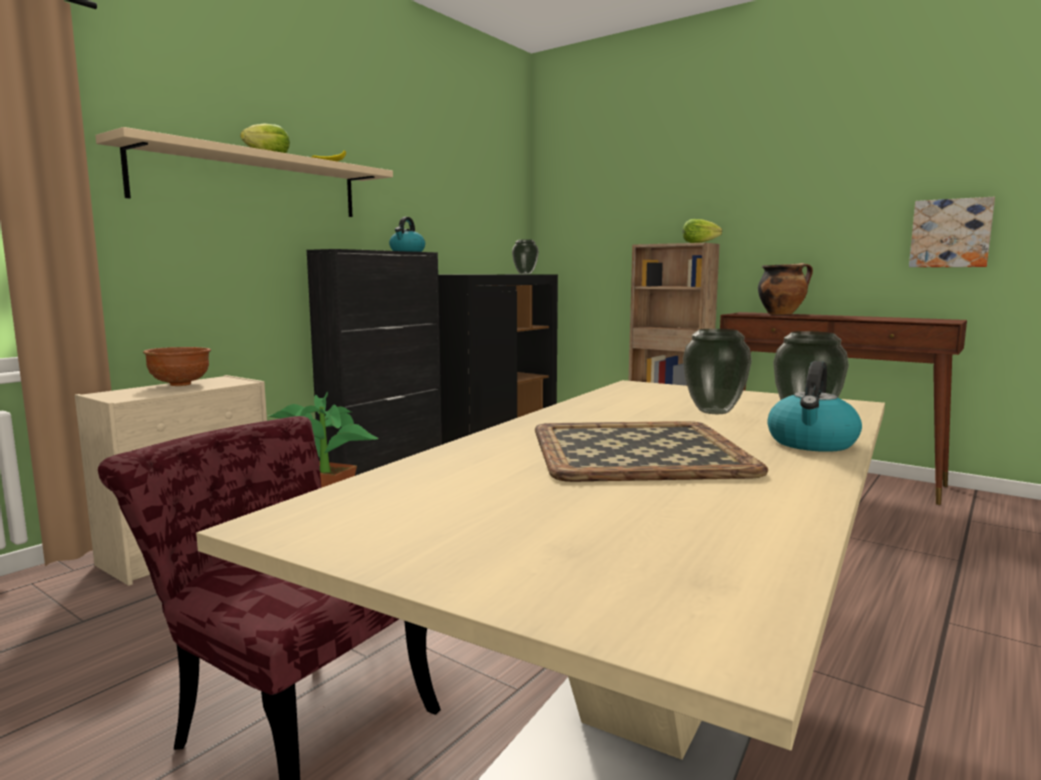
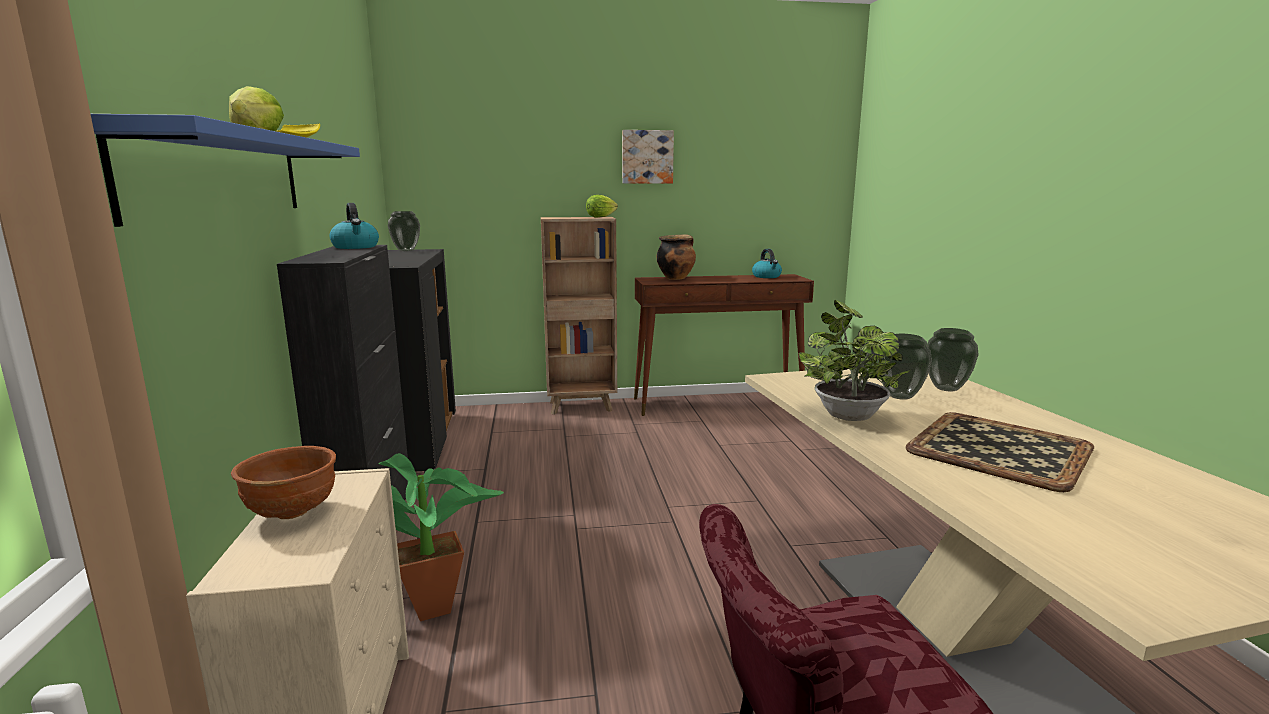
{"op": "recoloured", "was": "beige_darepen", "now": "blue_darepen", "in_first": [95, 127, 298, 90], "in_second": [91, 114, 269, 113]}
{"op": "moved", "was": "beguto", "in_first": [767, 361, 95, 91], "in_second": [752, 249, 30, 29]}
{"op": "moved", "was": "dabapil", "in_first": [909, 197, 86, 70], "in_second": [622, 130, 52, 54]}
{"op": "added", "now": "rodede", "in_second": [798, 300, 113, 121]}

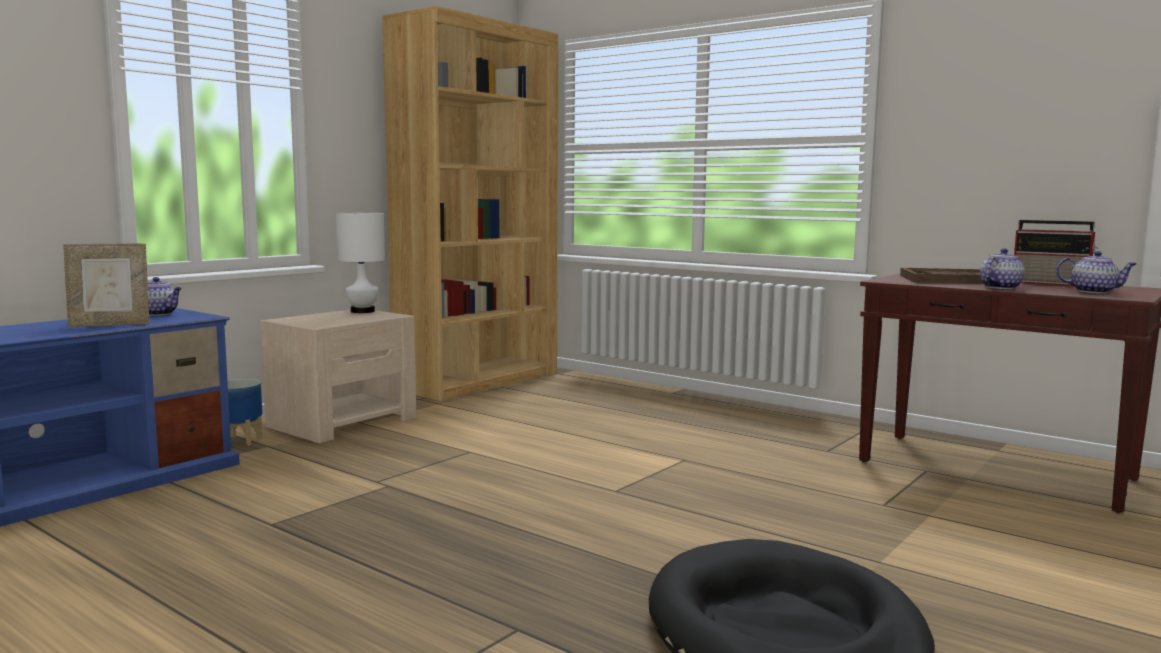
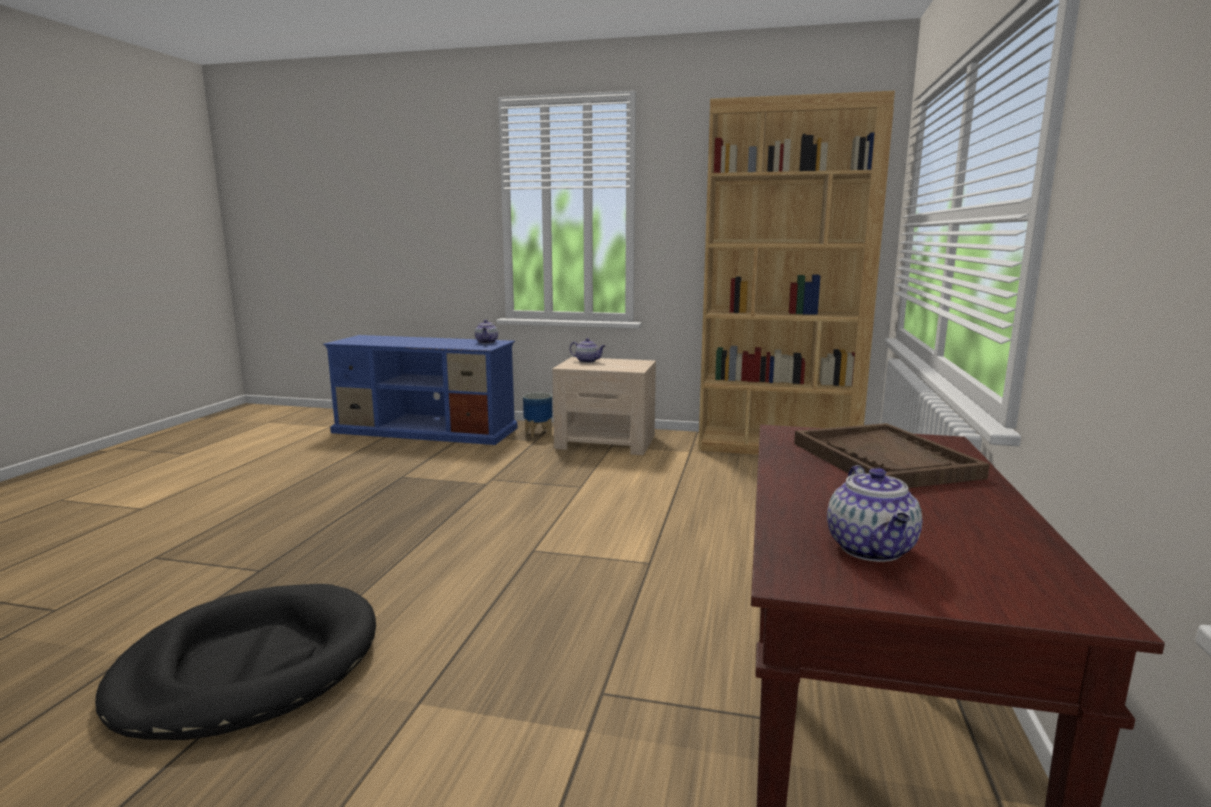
{"op": "removed", "was": "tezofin", "in_first": [63, 243, 87, 84]}
{"op": "removed", "was": "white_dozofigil", "in_first": [336, 213, 49, 100]}
{"op": "moved", "was": "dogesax", "in_first": [980, 248, 45, 41], "in_second": [570, 338, 35, 25]}
{"op": "removed", "was": "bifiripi", "in_first": [1014, 220, 84, 66]}

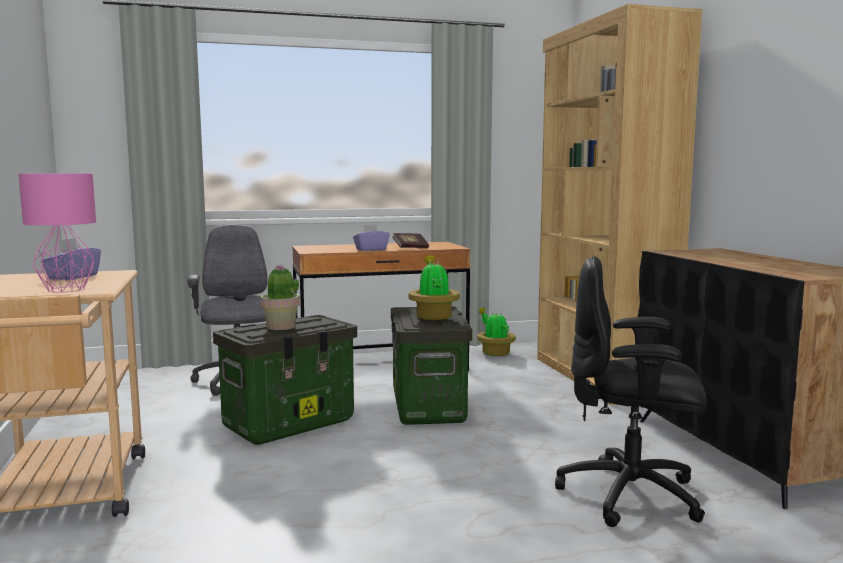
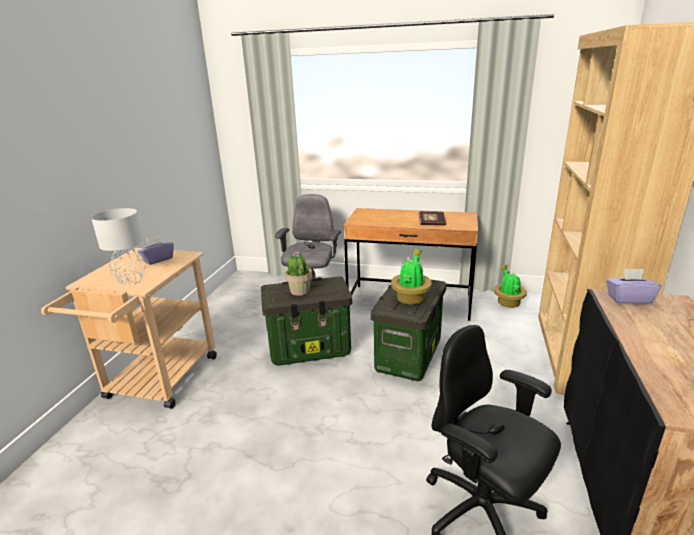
{"op": "recoloured", "was": "pink_dozofigil", "now": "grey_dozofigil", "in_first": [18, 174, 78, 118], "in_second": [91, 208, 55, 77]}
{"op": "moved", "was": "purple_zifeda", "in_first": [353, 224, 37, 27], "in_second": [606, 268, 56, 36]}

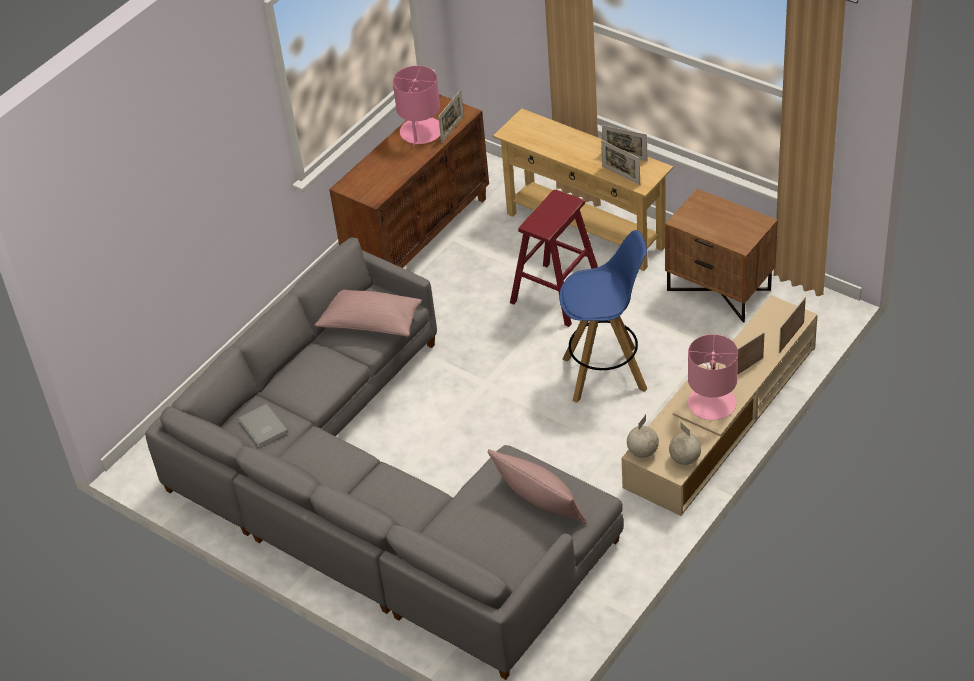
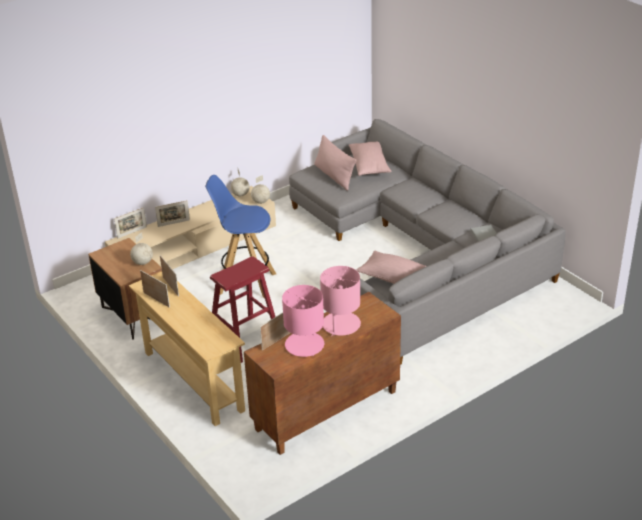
{"op": "moved", "was": "pink_dozofigil", "in_first": [688, 334, 50, 86], "in_second": [320, 266, 41, 71]}
{"op": "added", "now": "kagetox", "in_second": [130, 232, 23, 33]}
{"op": "added", "now": "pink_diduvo", "in_second": [349, 142, 42, 34]}

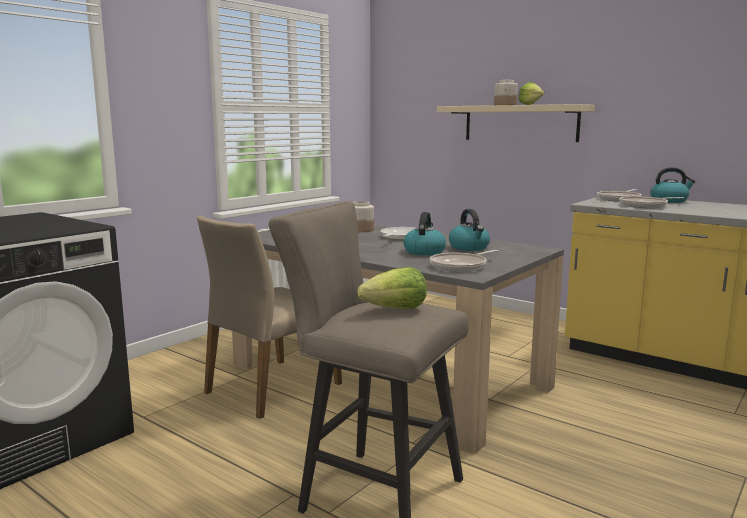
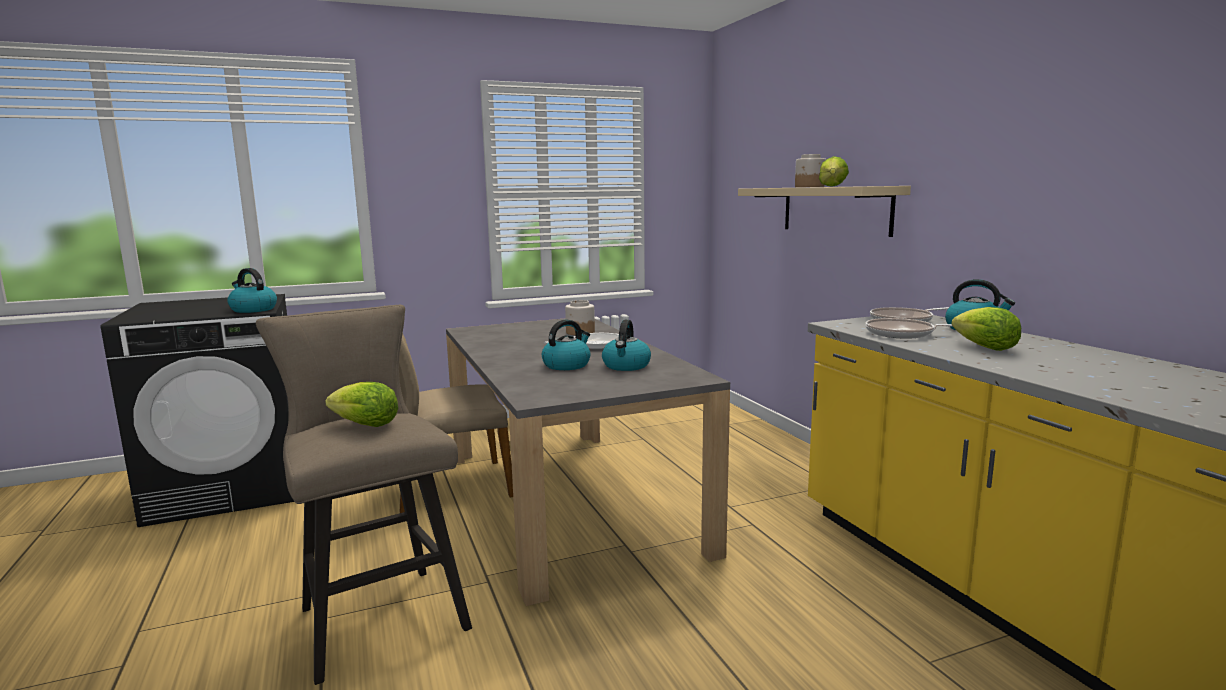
{"op": "removed", "was": "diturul", "in_first": [430, 250, 68, 22]}
{"op": "added", "now": "beguto", "in_second": [227, 268, 50, 45]}
{"op": "added", "now": "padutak", "in_second": [952, 307, 69, 44]}

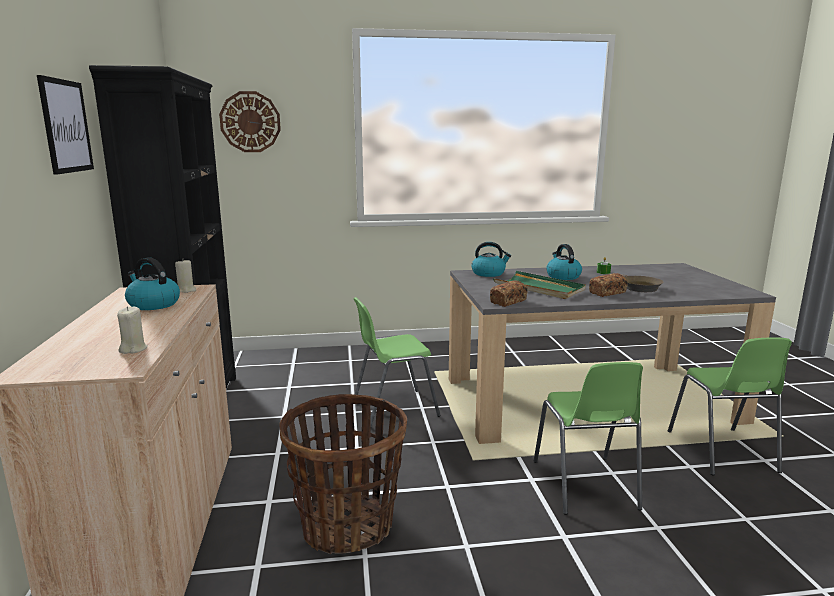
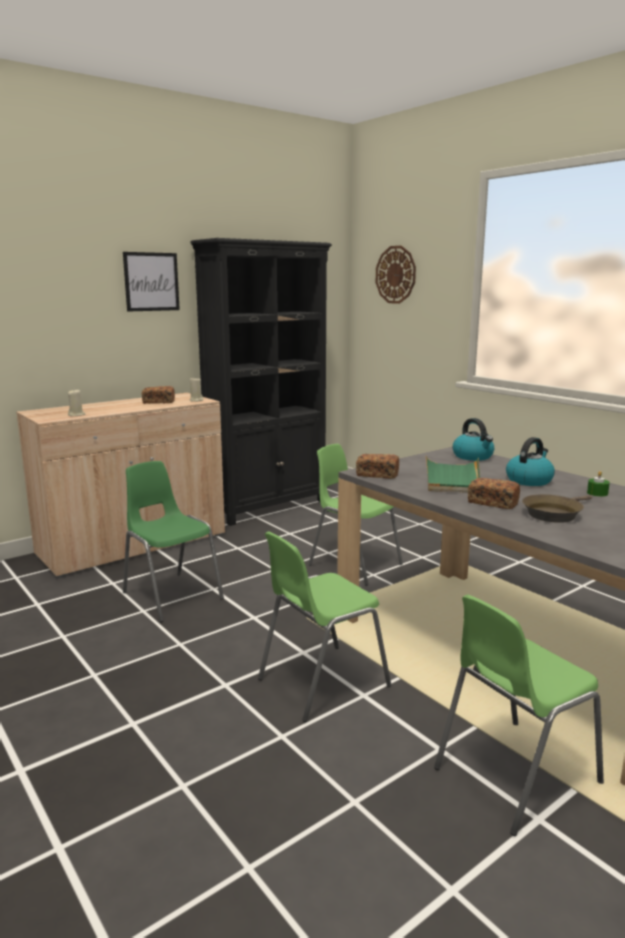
{"op": "replaced", "was": "beguto", "now": "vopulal", "in_first": [125, 258, 55, 52], "in_second": [142, 386, 33, 18]}
{"op": "replaced", "was": "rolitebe", "now": "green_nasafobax", "in_first": [279, 394, 128, 160], "in_second": [123, 461, 101, 161]}

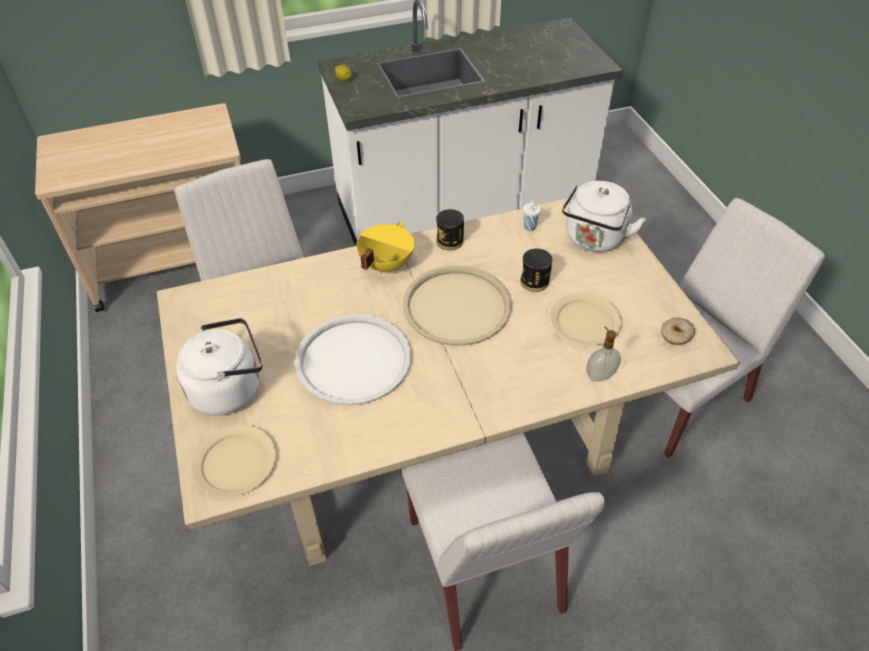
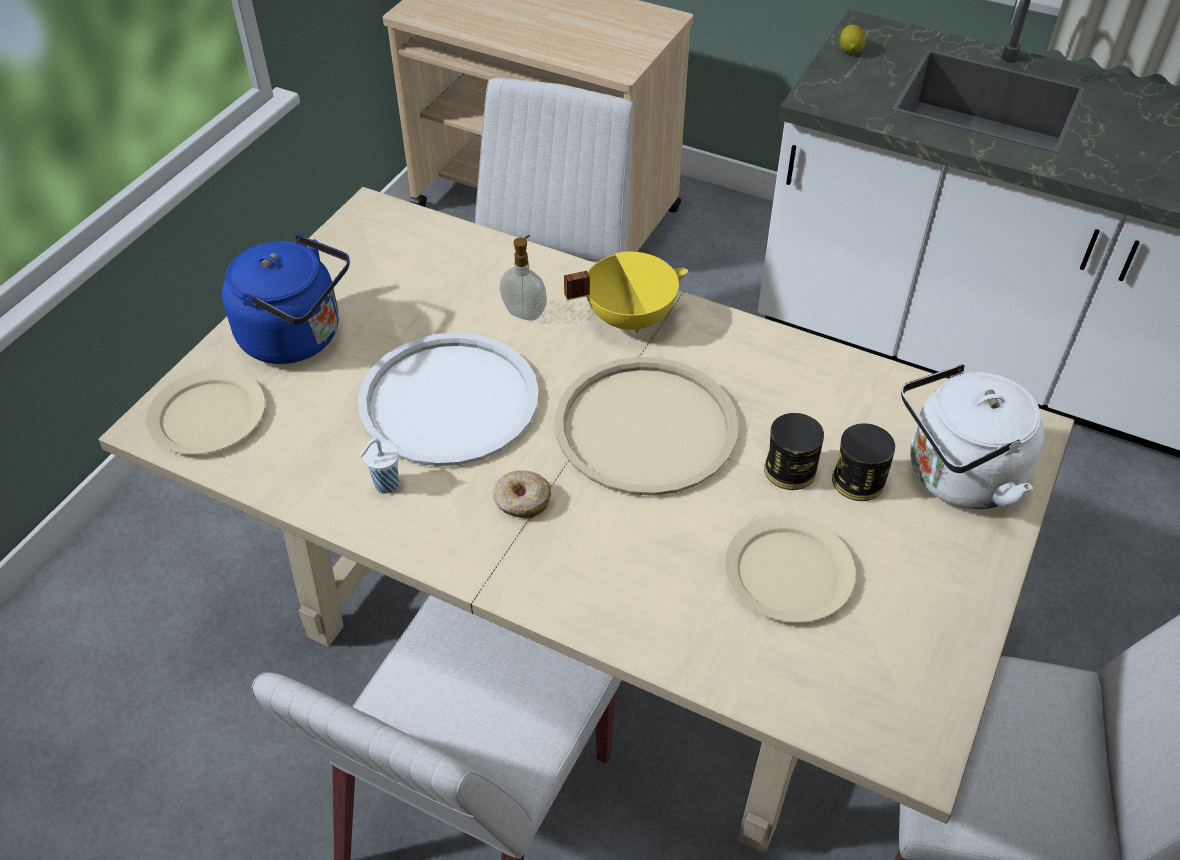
{"op": "recoloured", "was": "white_beguto", "now": "blue_beguto", "in_first": [176, 318, 87, 98], "in_second": [222, 234, 128, 130]}
{"op": "moved", "was": "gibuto", "in_first": [436, 209, 28, 41], "in_second": [832, 423, 63, 78]}
{"op": "moved", "was": "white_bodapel", "in_first": [523, 199, 18, 32], "in_second": [360, 438, 39, 56]}
{"op": "moved", "was": "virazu", "in_first": [586, 326, 35, 56], "in_second": [500, 235, 47, 86]}
{"op": "moved", "was": "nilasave", "in_first": [661, 317, 34, 28], "in_second": [493, 471, 58, 48]}

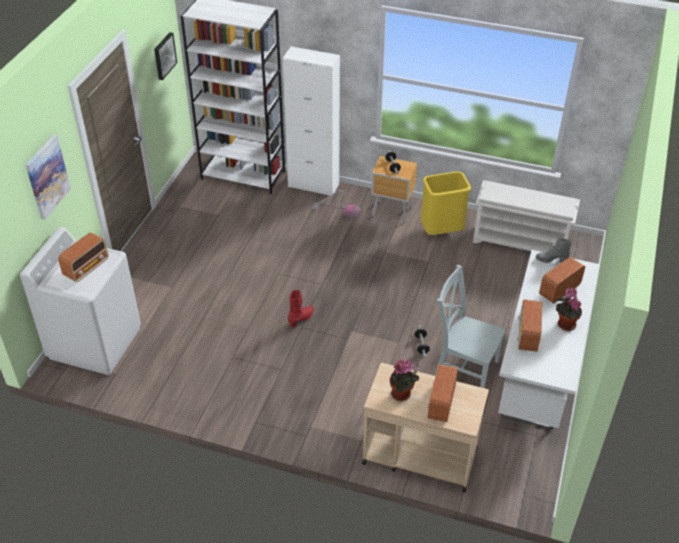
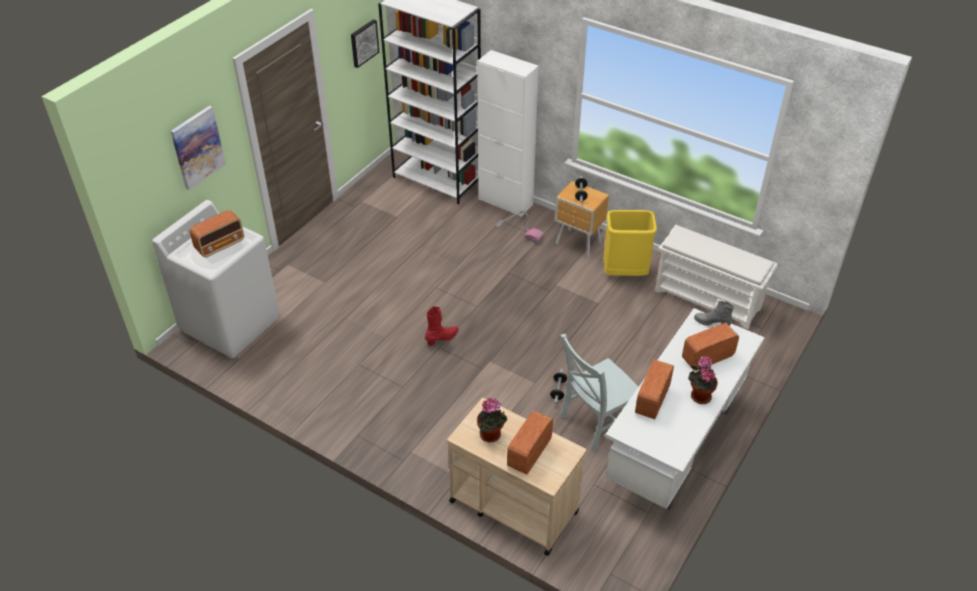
{"op": "turned", "was": "grey_nasafobax", "in_first": [434, 265, 72, 123], "in_second": [560, 334, 79, 118], "clockwise": -75}

